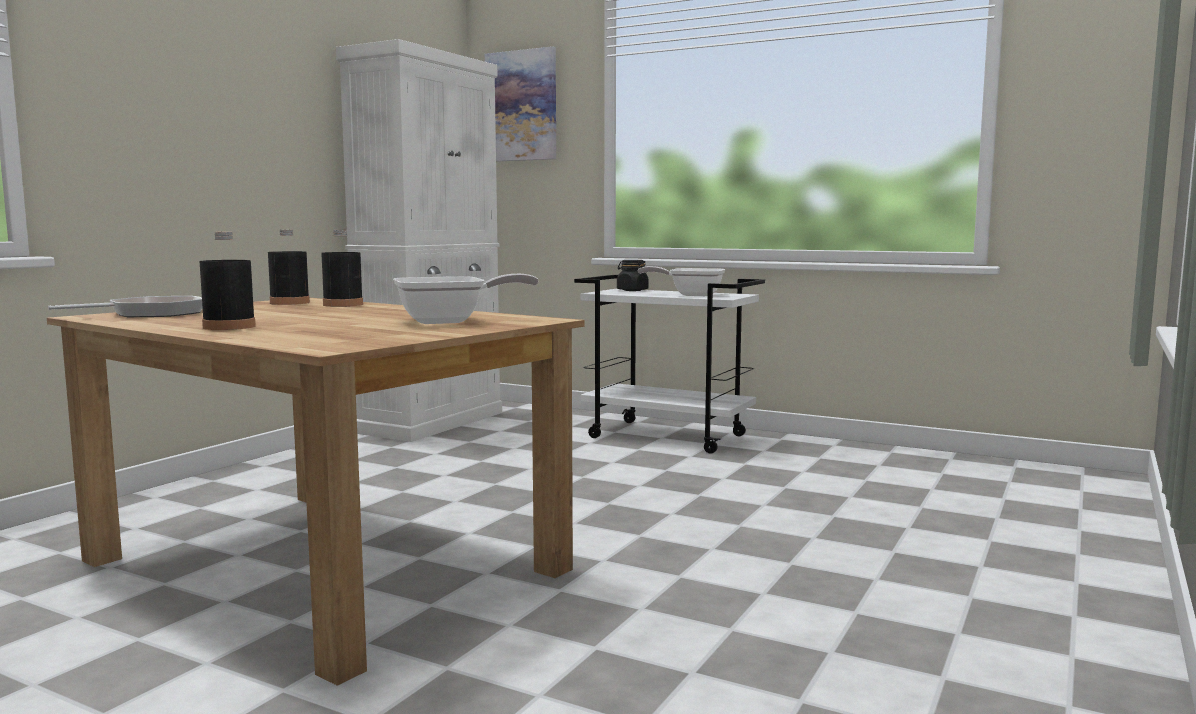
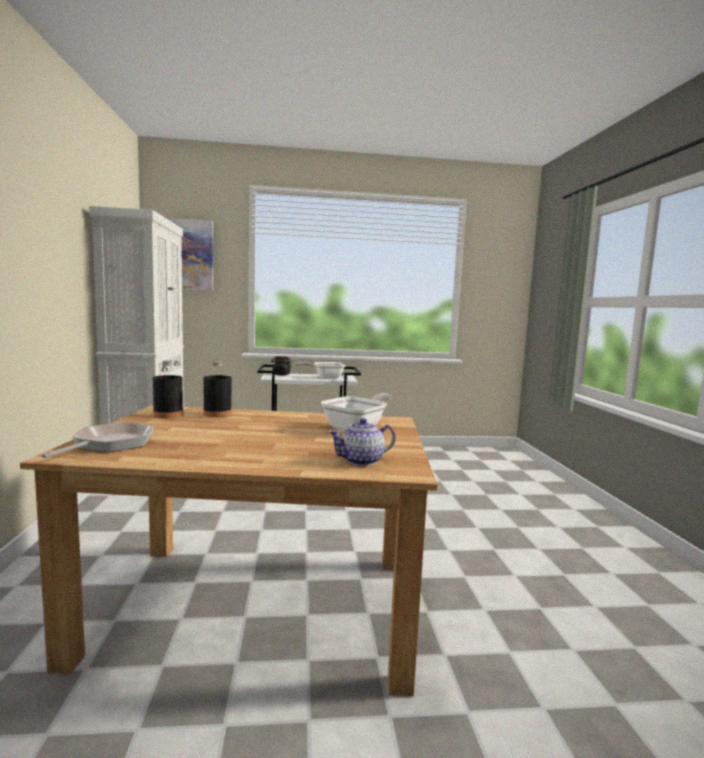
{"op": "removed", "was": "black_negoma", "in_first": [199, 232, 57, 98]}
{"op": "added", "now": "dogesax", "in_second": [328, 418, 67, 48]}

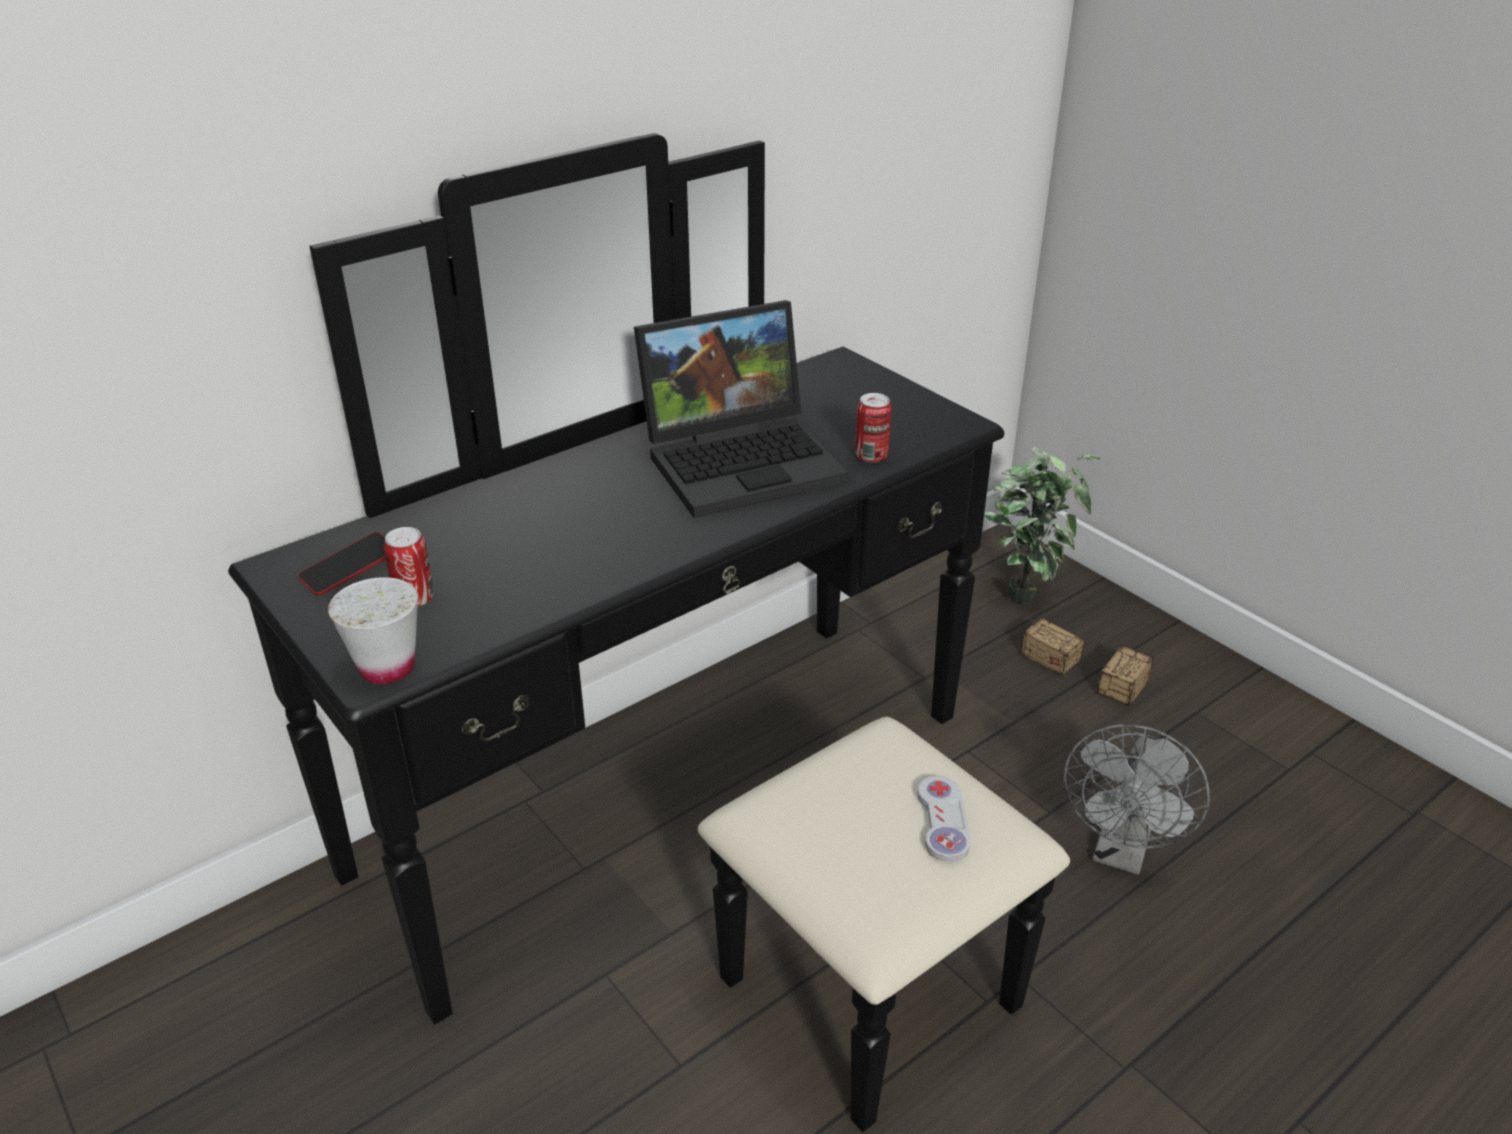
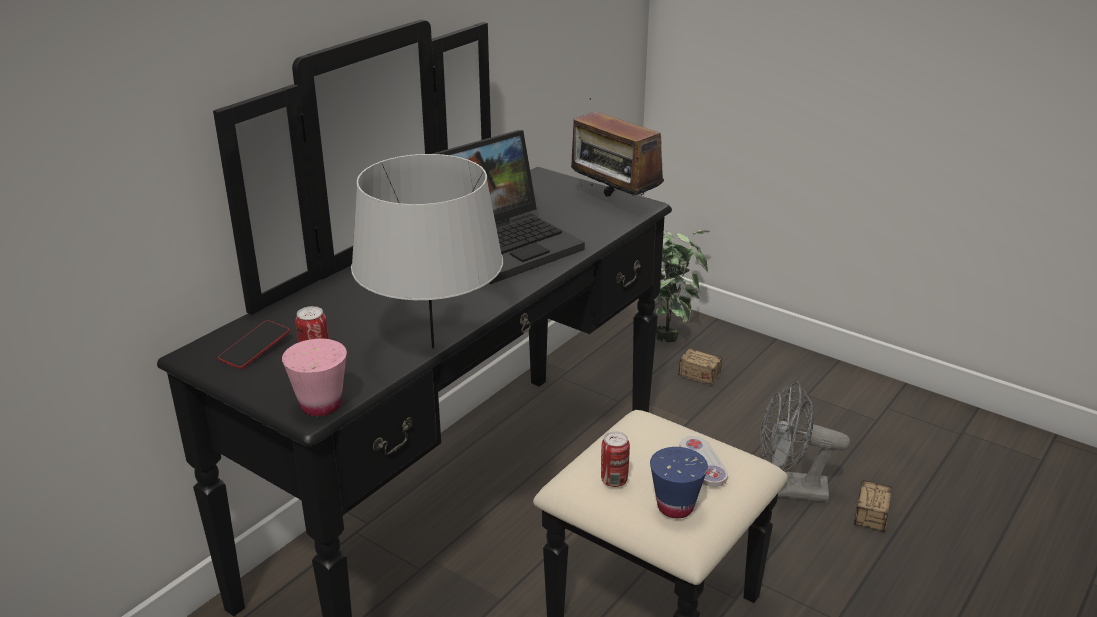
{"op": "recoloured", "was": "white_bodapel", "now": "pink_bodapel", "in_first": [328, 577, 90, 107], "in_second": [282, 339, 65, 77]}
{"op": "moved", "was": "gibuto", "in_first": [855, 393, 37, 70], "in_second": [601, 431, 29, 56]}
{"op": "turned", "was": "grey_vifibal", "in_first": [1064, 724, 146, 151], "in_second": [760, 381, 90, 121], "clockwise": 90}
{"op": "moved", "was": "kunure", "in_first": [1096, 645, 58, 60], "in_second": [854, 480, 38, 52]}
{"op": "added", "now": "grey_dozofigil", "in_second": [351, 154, 152, 194]}
{"op": "added", "now": "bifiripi", "in_second": [571, 97, 93, 99]}
{"op": "added", "now": "blue_bodapel", "in_second": [650, 447, 58, 71]}

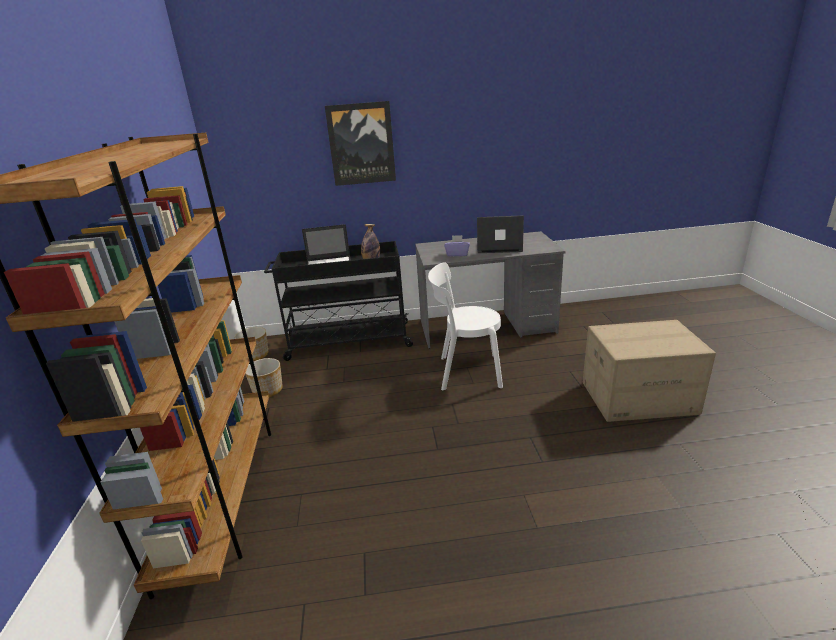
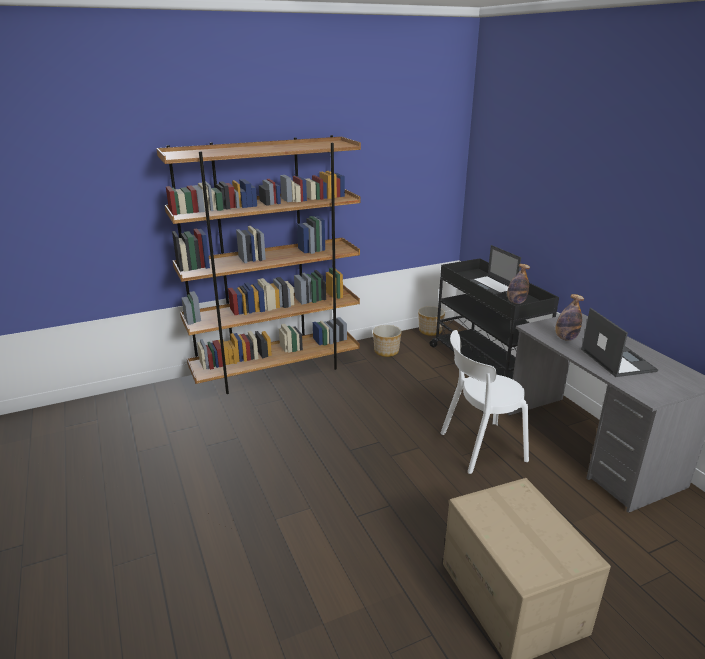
{"op": "removed", "was": "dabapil", "in_first": [325, 101, 71, 85]}
{"op": "turned", "was": "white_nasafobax", "in_first": [428, 262, 75, 128], "in_second": [441, 330, 88, 144], "clockwise": -90}
{"op": "replaced", "was": "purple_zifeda", "now": "negoma", "in_first": [444, 235, 26, 21], "in_second": [555, 294, 29, 47]}

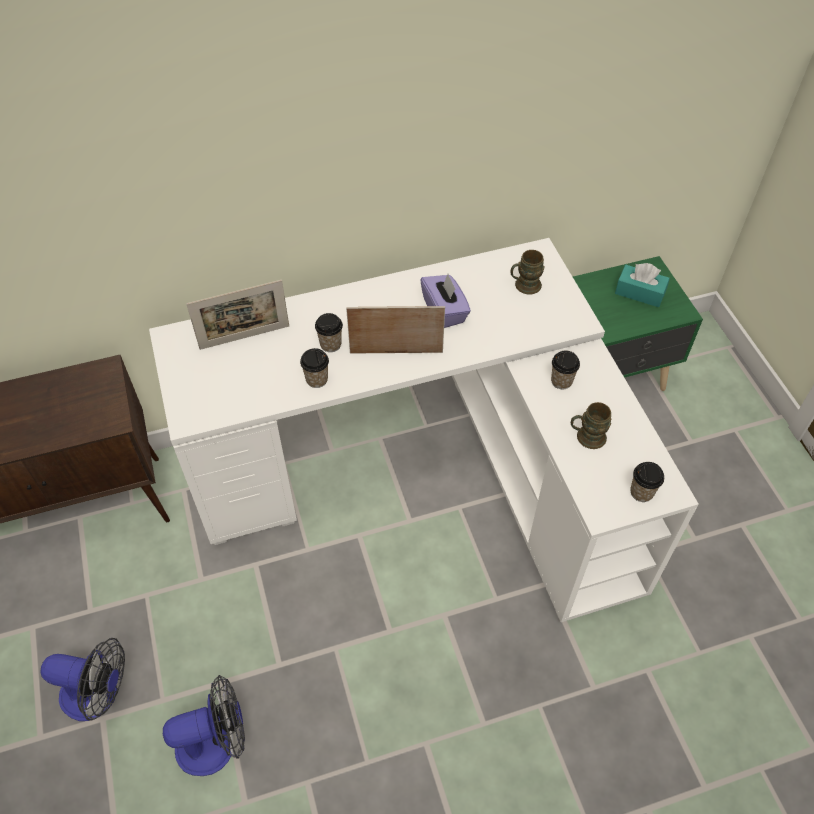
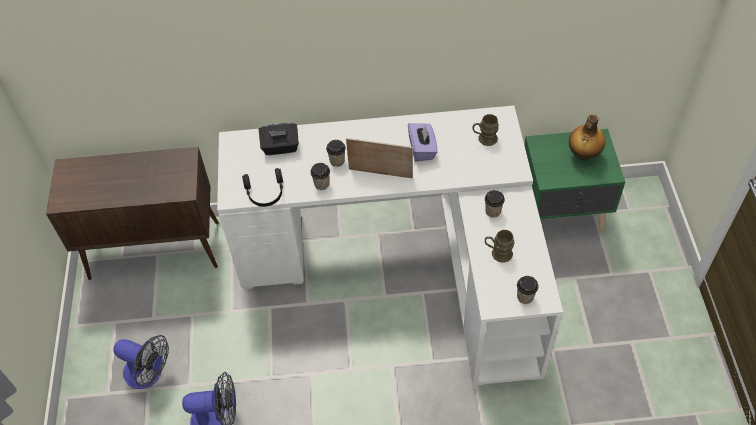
{"op": "replaced", "was": "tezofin", "now": "black_zifeda", "in_first": [186, 280, 103, 70], "in_second": [259, 123, 40, 32]}
{"op": "replaced", "was": "turquoise_zifeda", "now": "negoma", "in_first": [615, 263, 55, 44], "in_second": [569, 114, 36, 47]}
{"op": "added", "now": "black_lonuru", "in_second": [242, 168, 41, 39]}

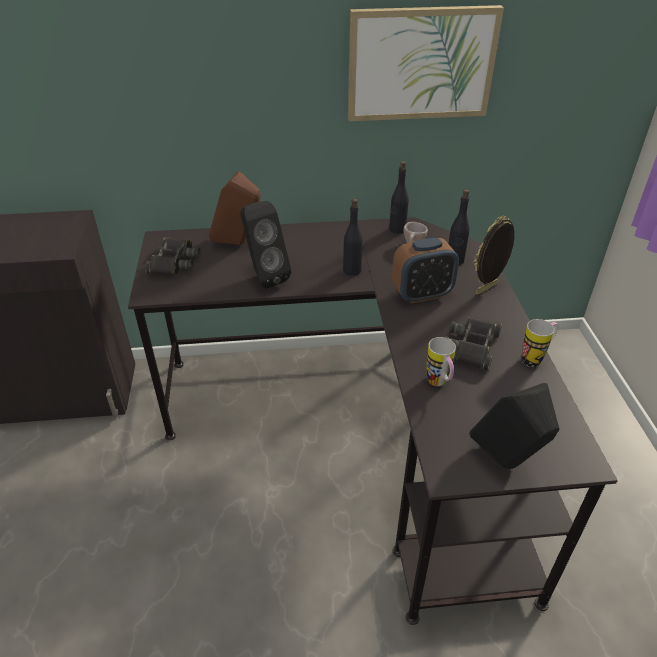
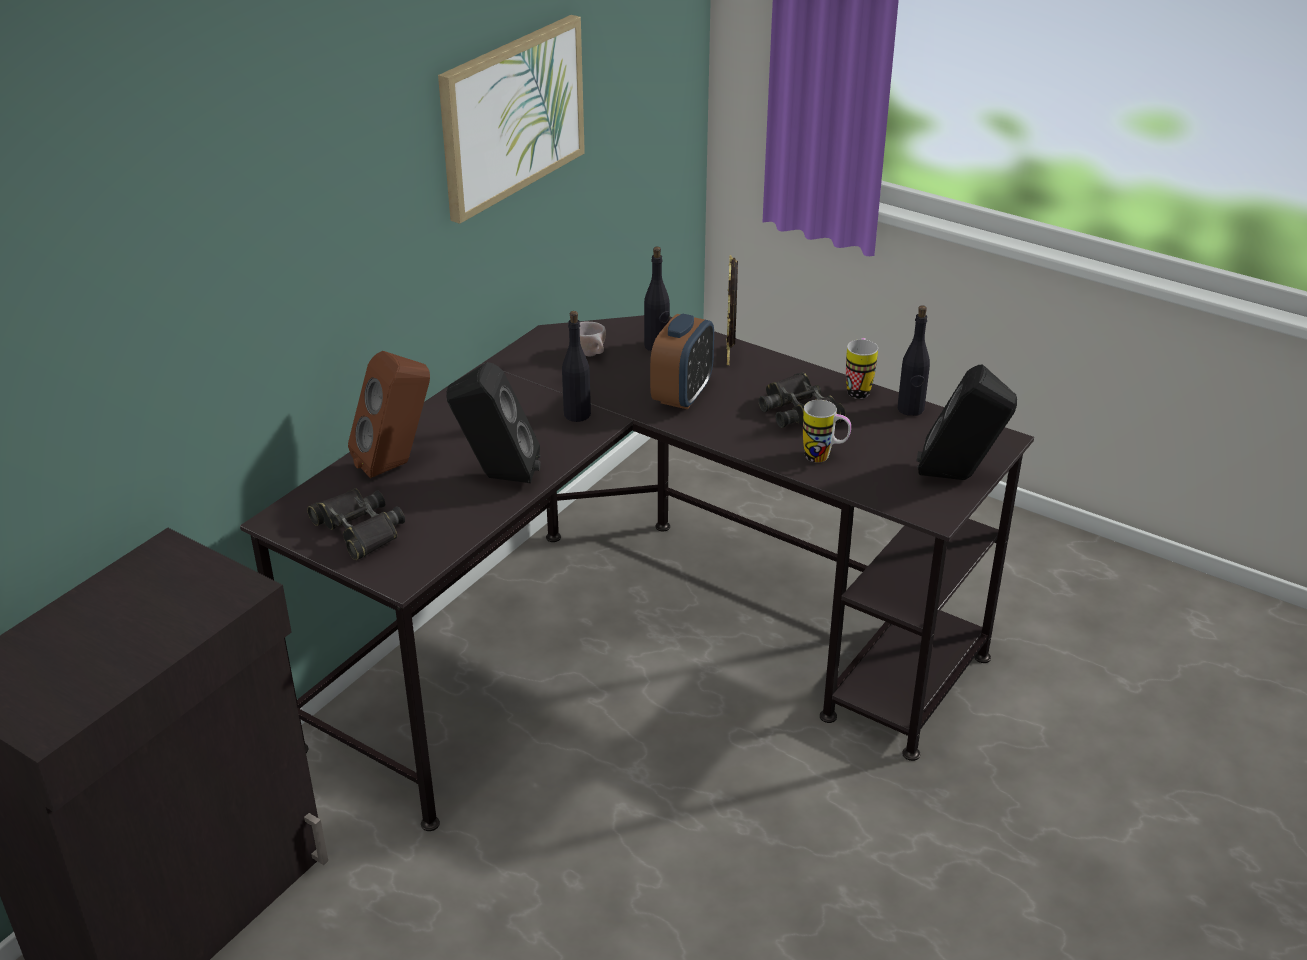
{"op": "moved", "was": "black_negoma", "in_first": [389, 161, 20, 73], "in_second": [897, 305, 33, 111]}

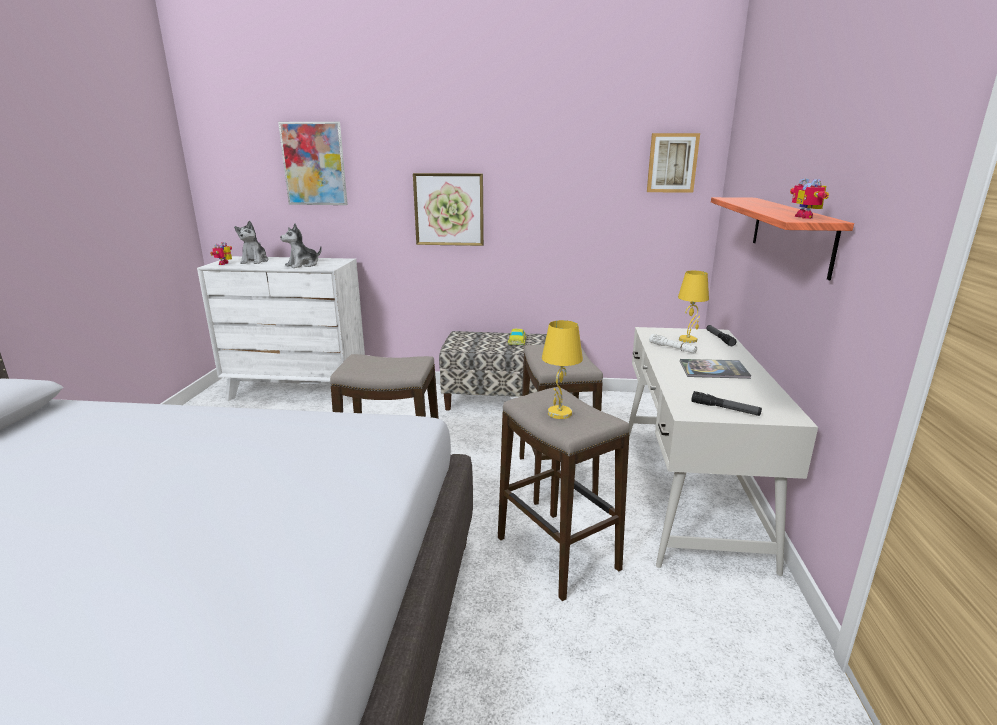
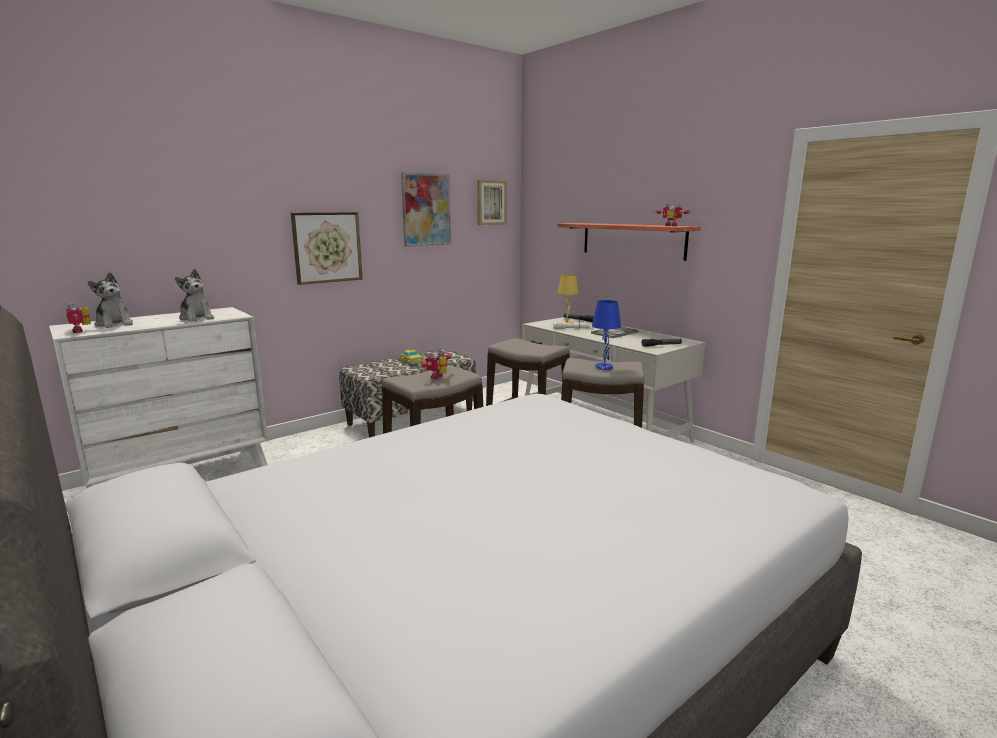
{"op": "moved", "was": "dabapil", "in_first": [278, 122, 70, 83], "in_second": [401, 172, 50, 74]}
{"op": "turned", "was": "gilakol", "in_first": [280, 224, 42, 44], "in_second": [175, 269, 39, 53], "clockwise": -45}
{"op": "recoloured", "was": "yellow_dozofigil", "now": "blue_dozofigil", "in_first": [542, 320, 41, 99], "in_second": [592, 300, 29, 70]}
{"op": "added", "now": "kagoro", "in_second": [420, 350, 32, 29]}

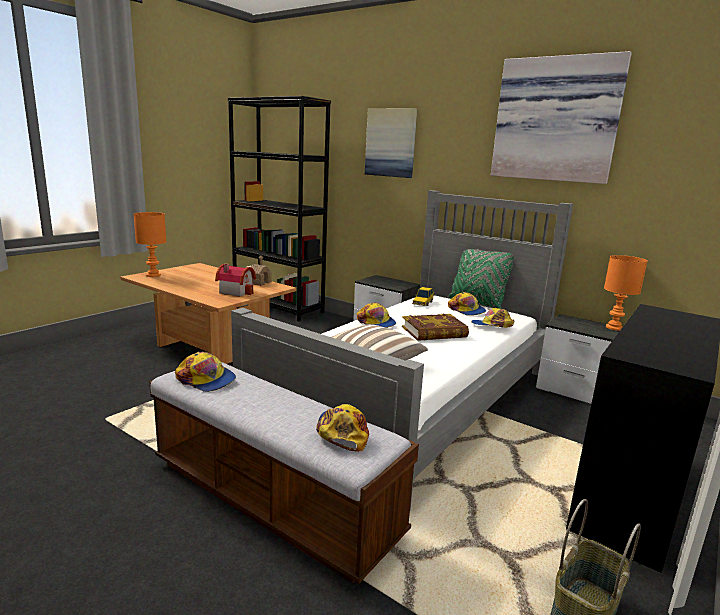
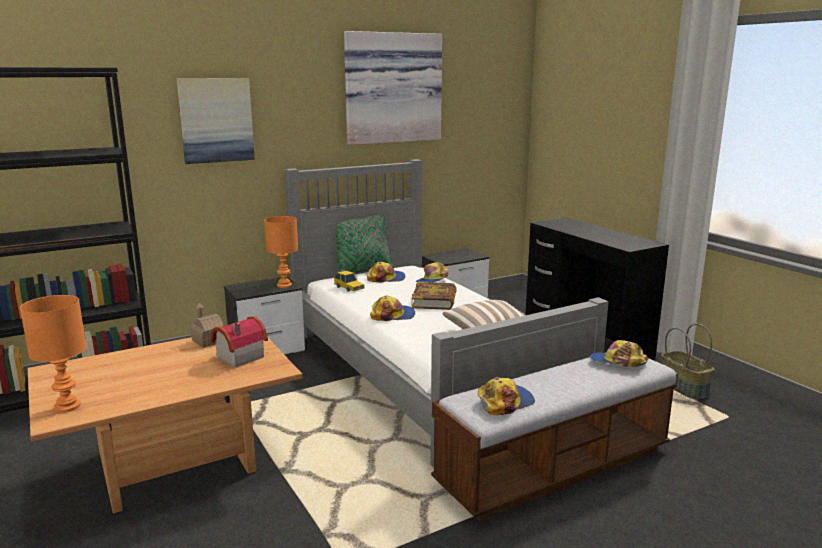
{"op": "moved", "was": "orange_dozofigil", "in_first": [604, 255, 43, 76], "in_second": [264, 216, 34, 72]}

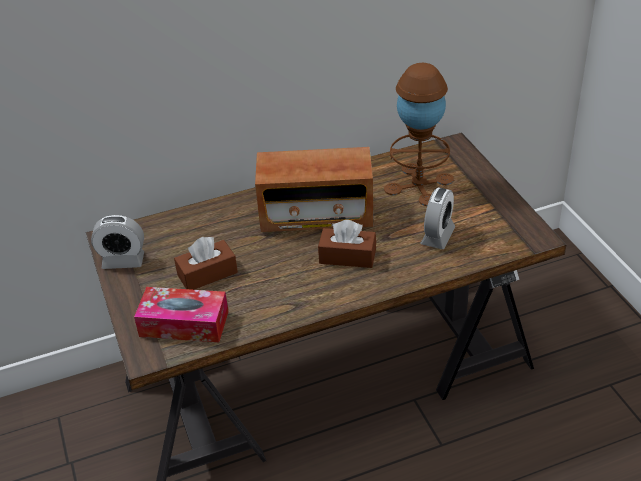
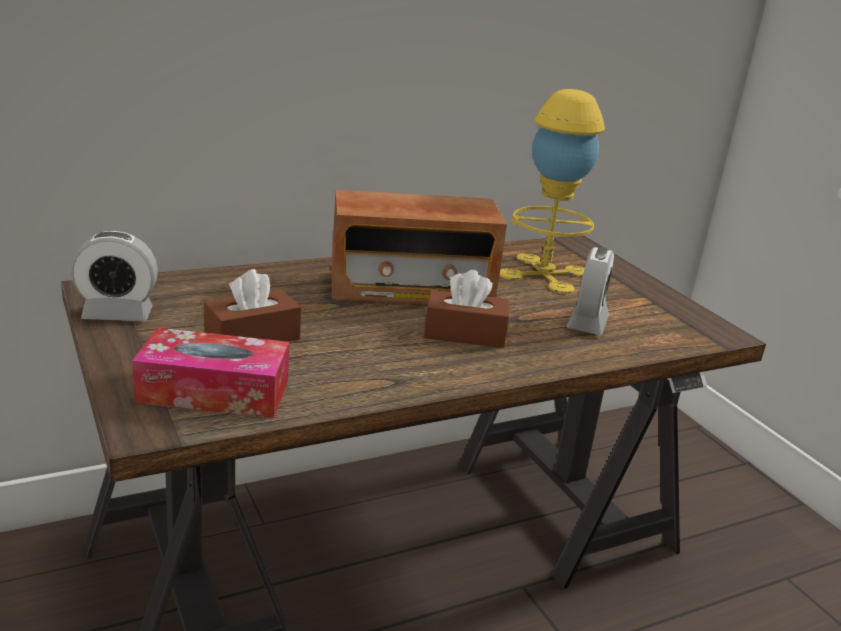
{"op": "recoloured", "was": "brown_dozofigil", "now": "yellow_dozofigil", "in_first": [384, 63, 70, 143], "in_second": [499, 89, 106, 205]}

